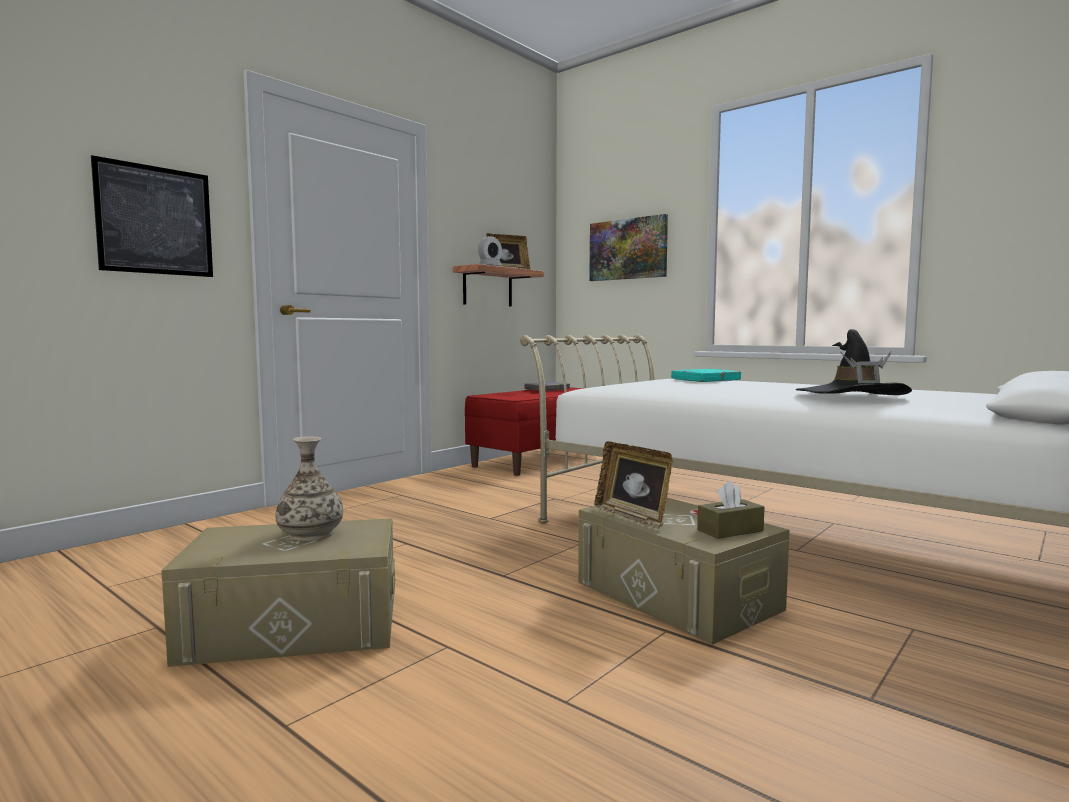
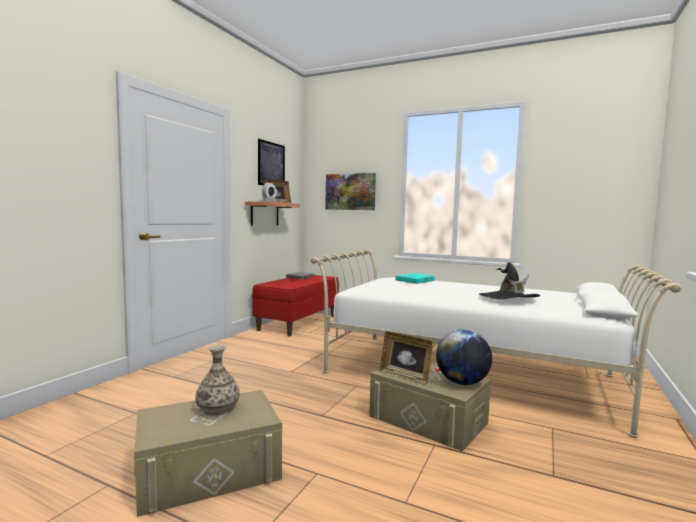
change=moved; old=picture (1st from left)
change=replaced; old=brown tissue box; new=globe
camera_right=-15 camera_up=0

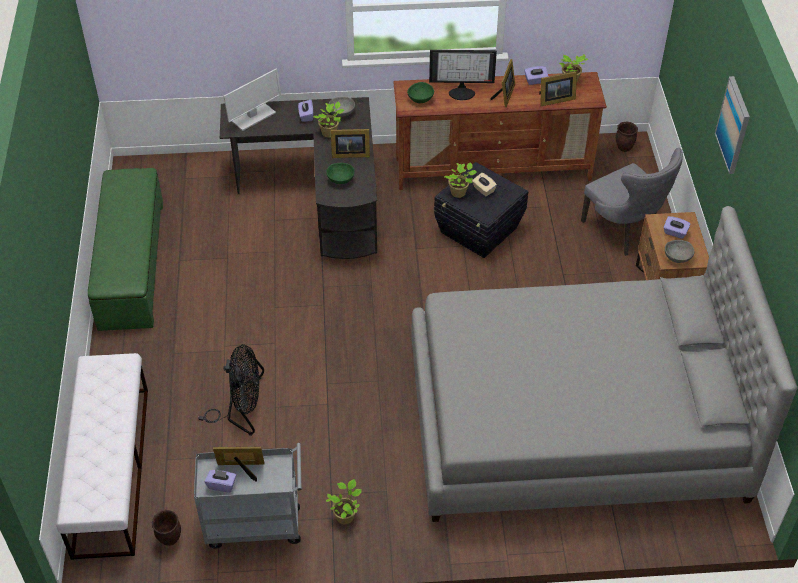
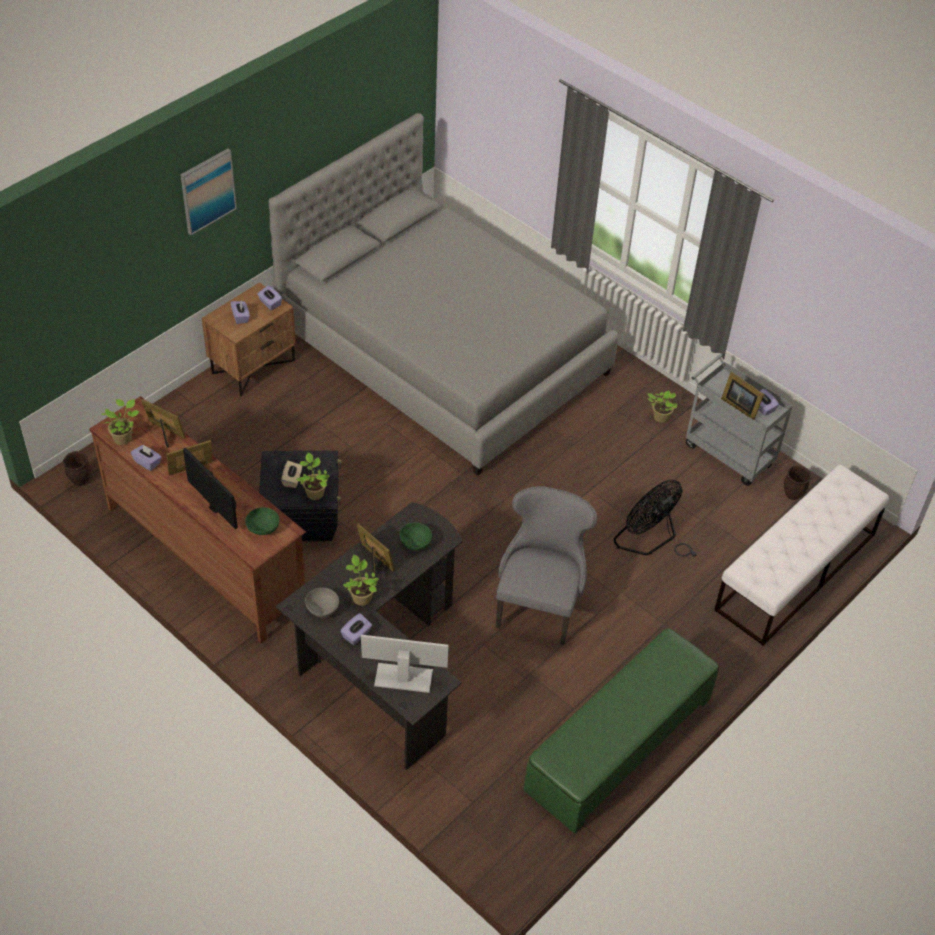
change=moved; old=grey chair
change=replaced; old=grey bowl (2nd from left); new=purple tissue box (3rd from left)
camera_right=-135 camera_up=0

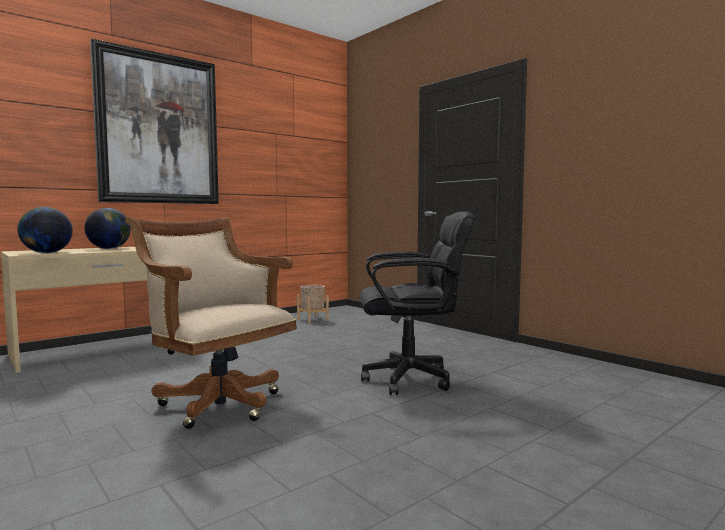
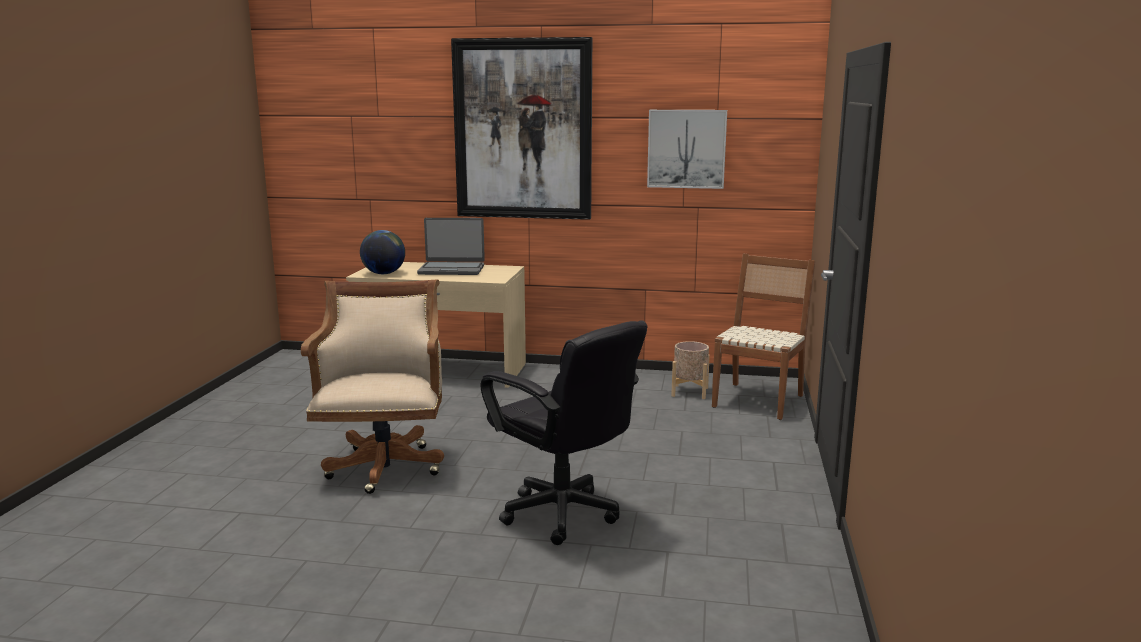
change=replaced; old=globe (2nd from left); new=laptop
change=added; new=picture (2nd from left)
change=added; new=chair
camera_right=50 camera_up=10

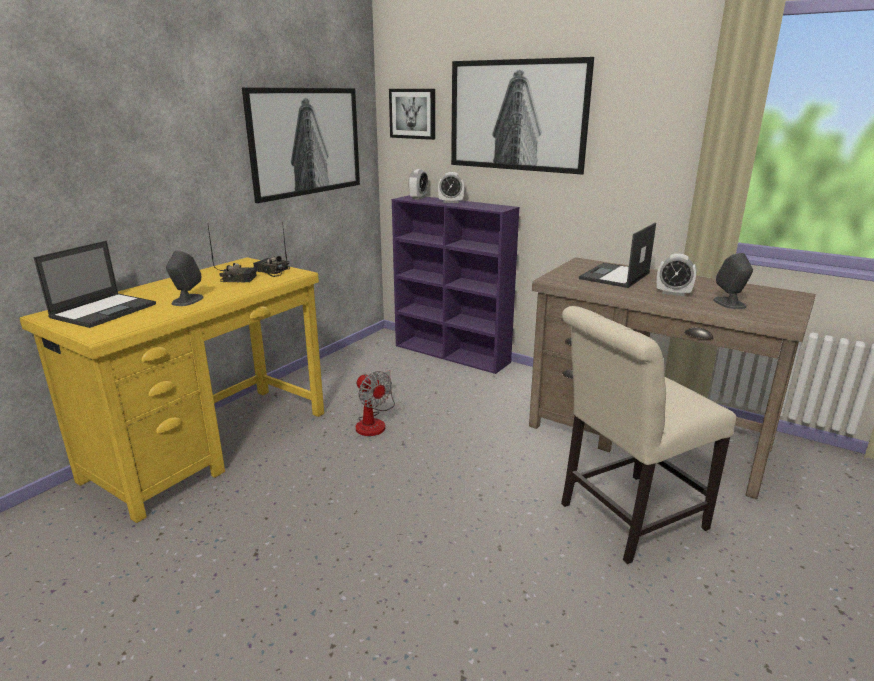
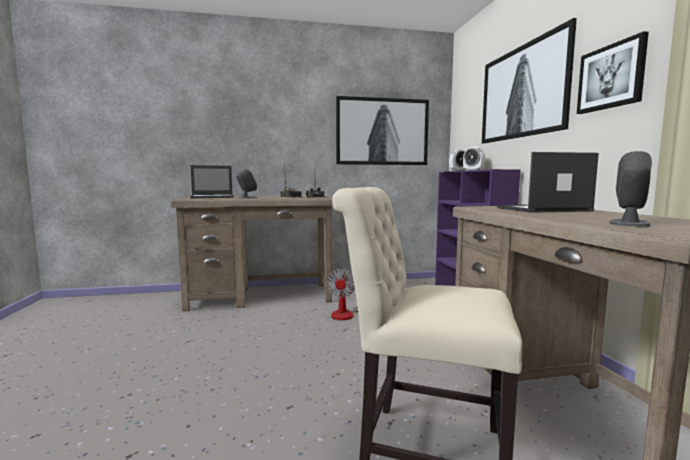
change=moved; old=picture (2nd from left in the first image); new=picture (3rd from left)
change=removed; old=alarm clock (3rd from left)
change=recoloured; old=yellow desk; new=brown desk (1st from left)
camera_right=45 camera_up=-15

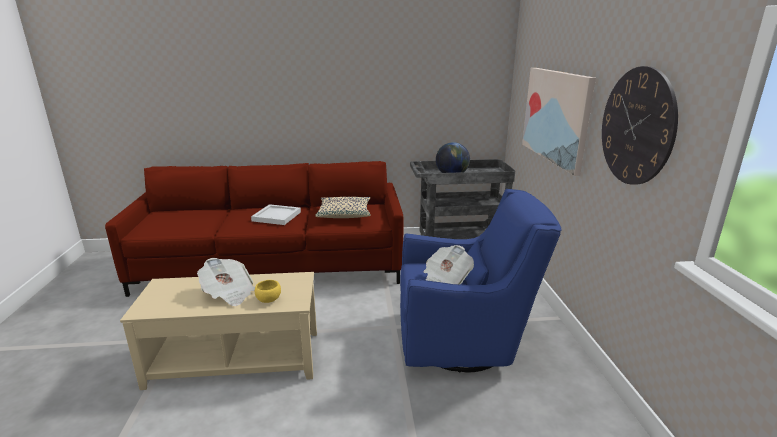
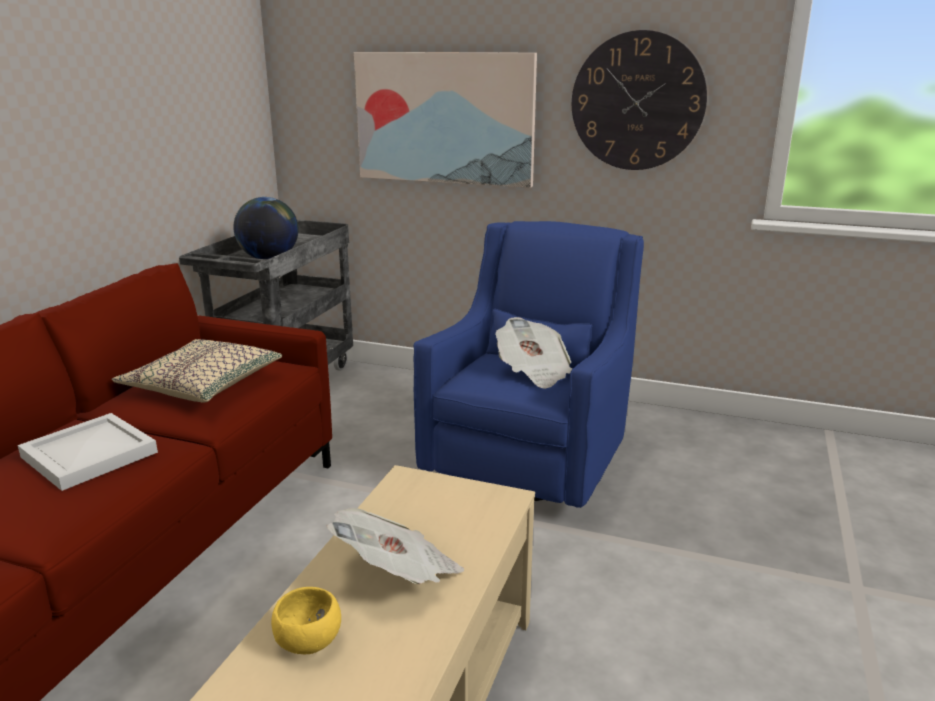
change=moved; old=yellow bowl
camera_right=-65 camera_up=0

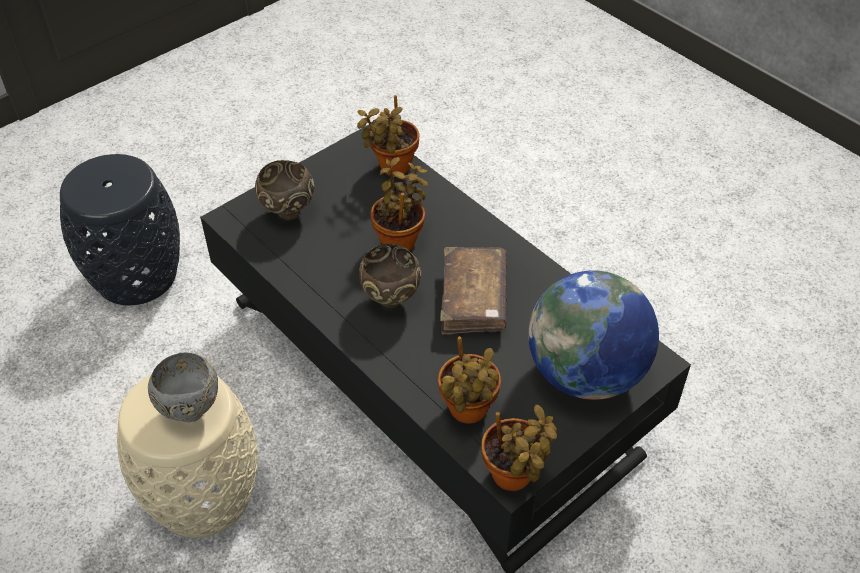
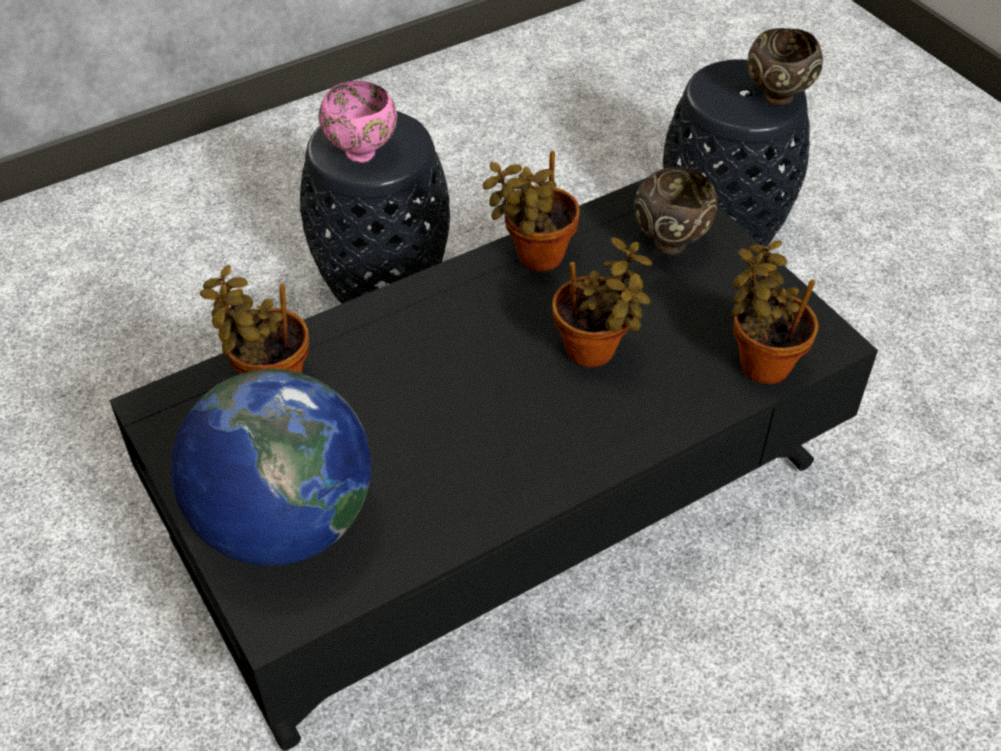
change=moved; old=brown bowl (2nd from left)
change=removed; old=brown book
change=recoloured; old=grey bowl; new=pink bowl
change=recoloured; old=beige stool; new=black stool (1st from left)
change=moved; old=potted plant (4th from left in the first image); new=potted plant (2nd from left)
camera_right=100 camera_up=0

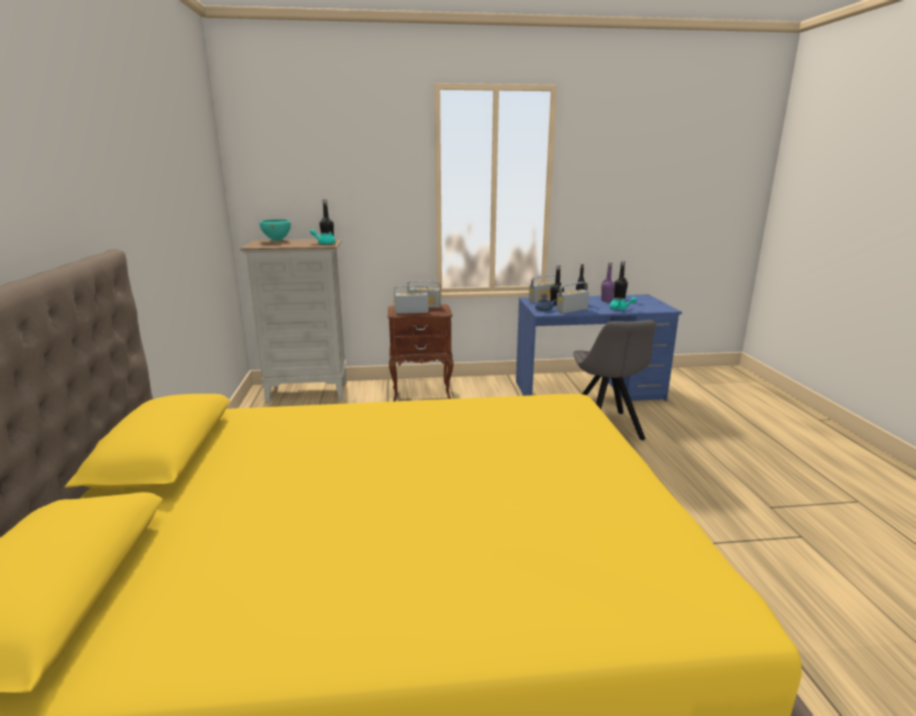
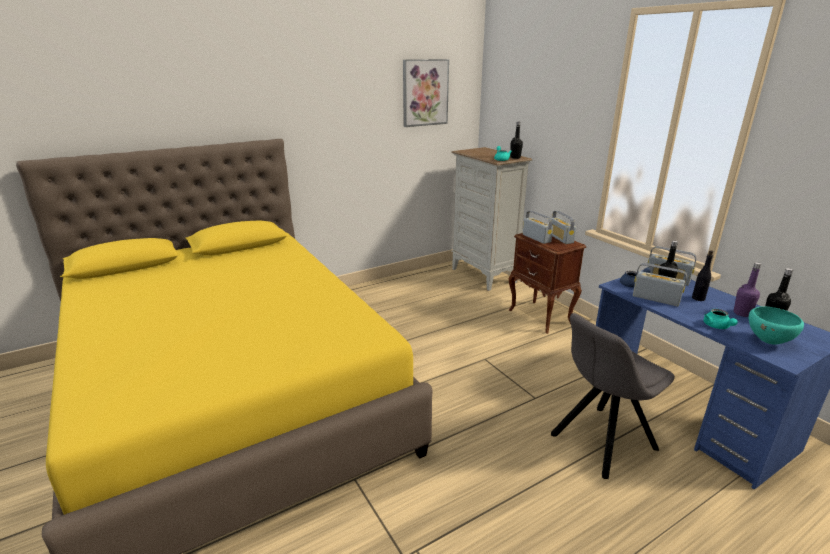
change=moved; old=turquoise bowl
change=added; new=picture
camera_right=65 camera_up=5

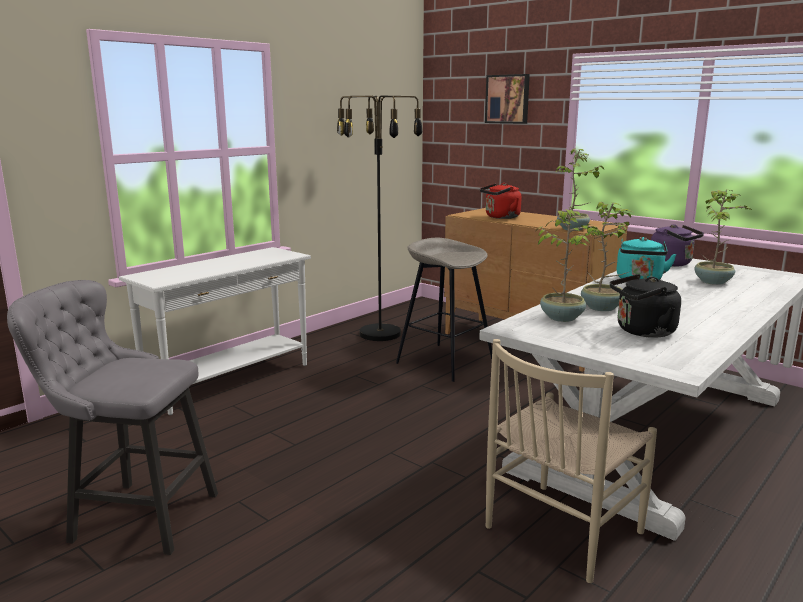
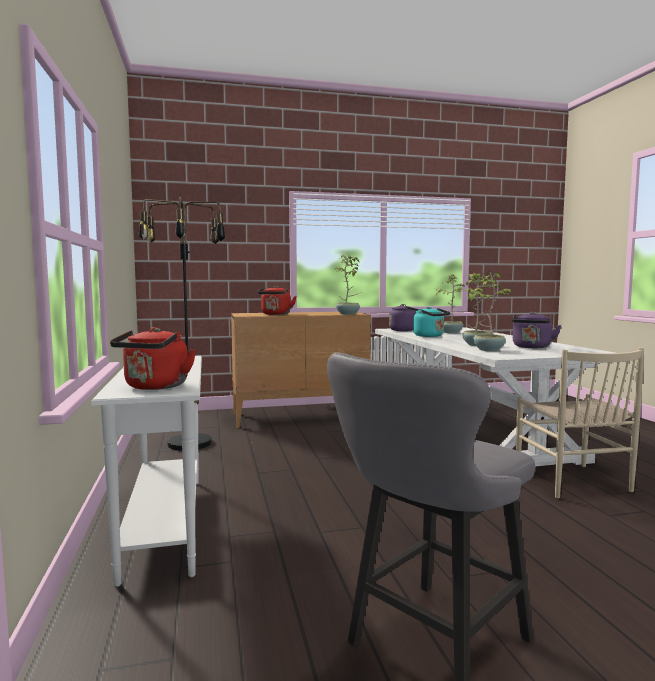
change=removed; old=picture
change=removed; old=grey stool (2nd from left)
change=recoloured; old=black kettle; new=purple kettle (2nd from left)
change=added; new=red kettle (1st from left)
camera_right=-55 camera_up=-10

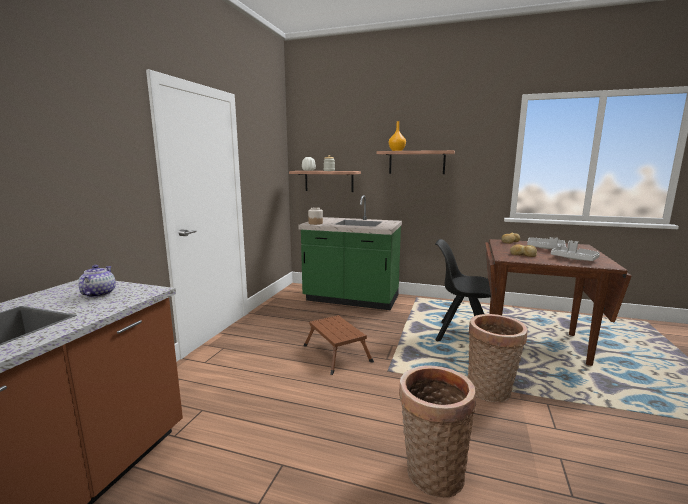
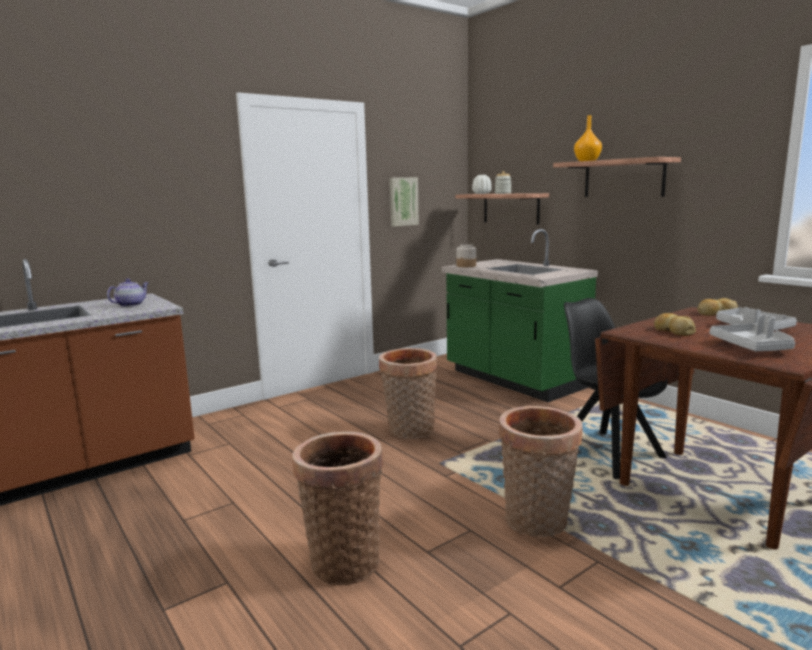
change=replaced; old=brown step ladder; new=basket (2nd from left)
change=added; new=picture
camera_right=35 camera_up=0

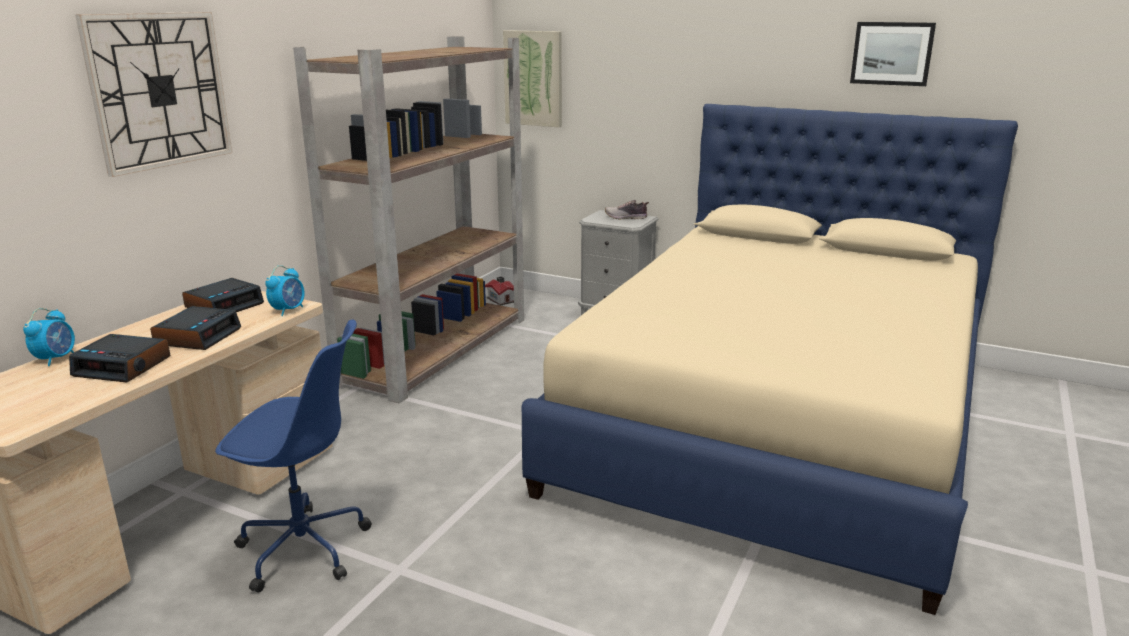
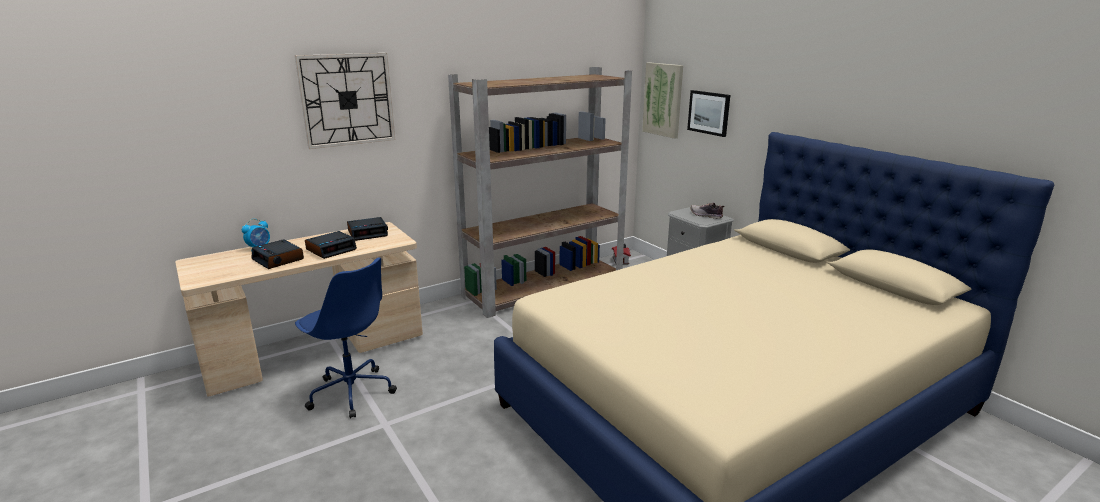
change=moved; old=picture (2nd from left)
change=removed; old=alarm clock (5th from left)
camera_right=30 camera_up=0

